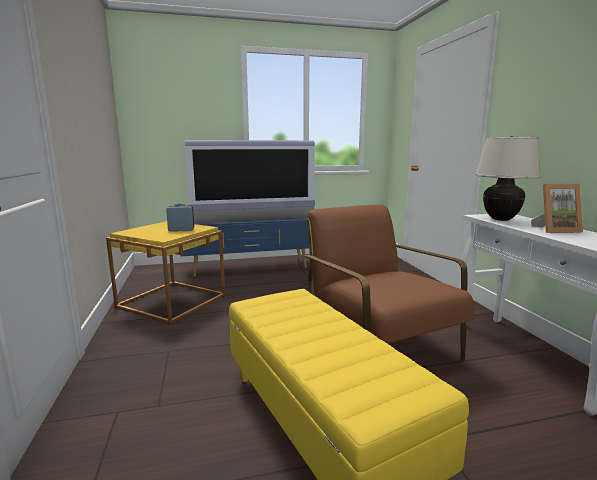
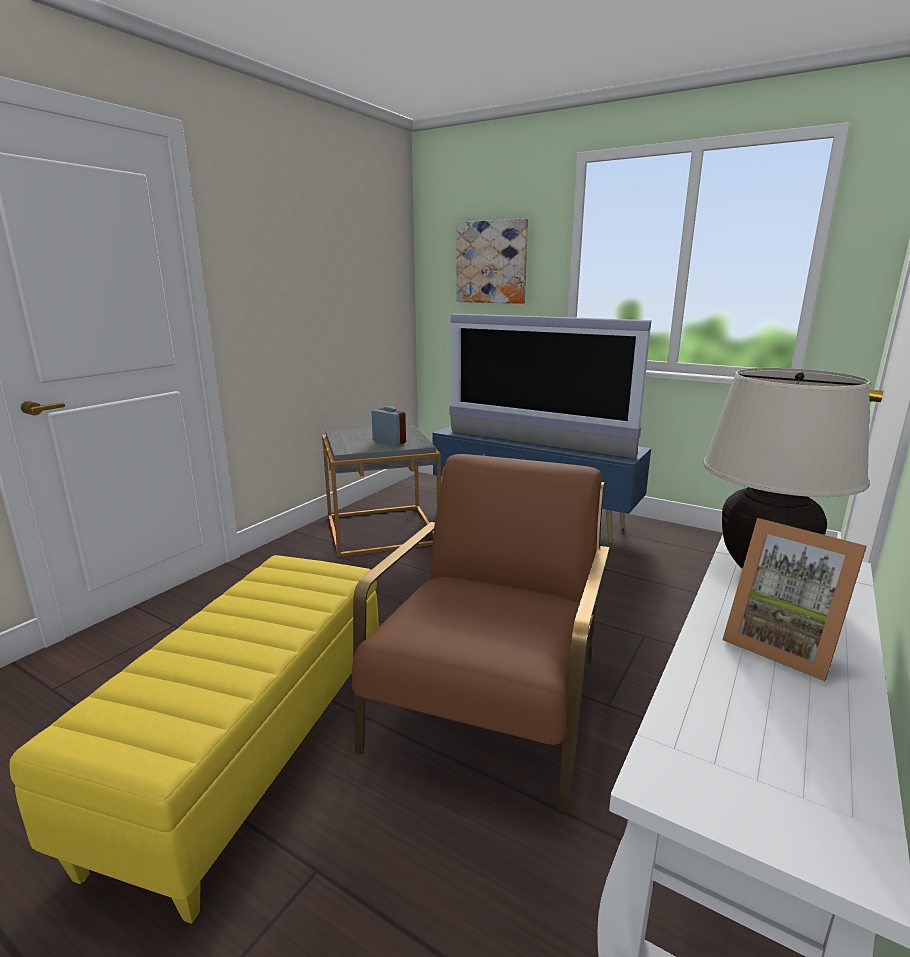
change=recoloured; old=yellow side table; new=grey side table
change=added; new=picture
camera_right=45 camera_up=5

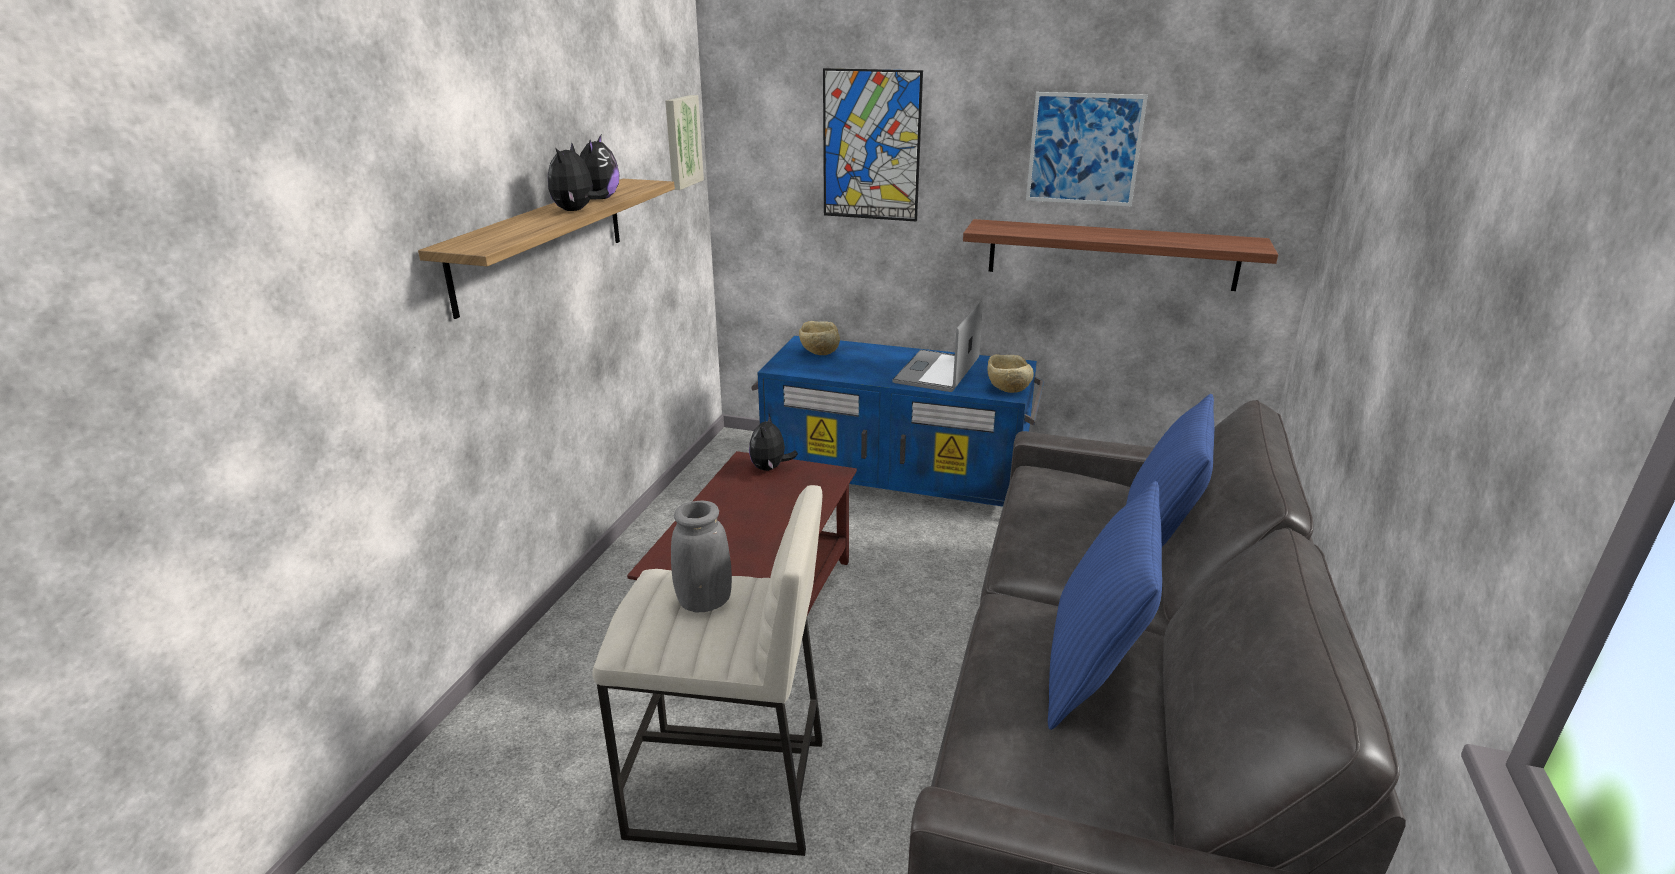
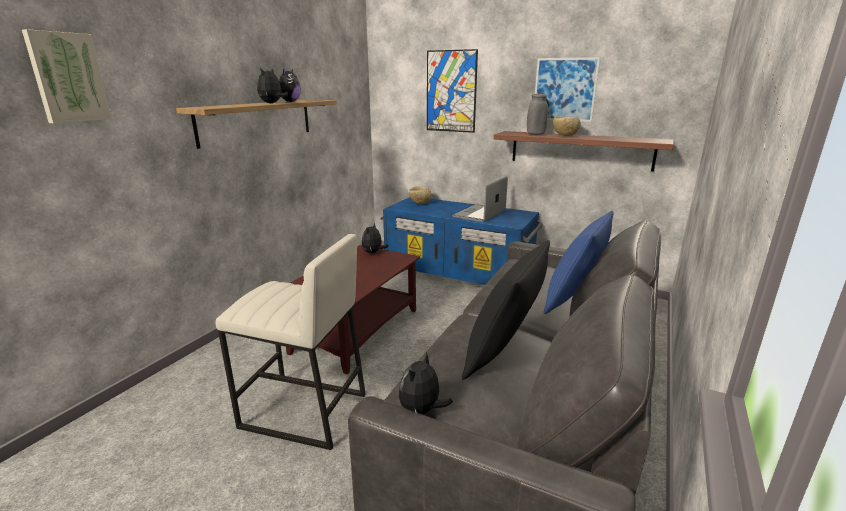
change=moved; old=picture (1st from left)
change=moved; old=beige bowl (2nd from left)
change=recoloured; old=blue pillow (1st from left); new=black pillow
change=moved; old=grey vase
change=added; new=plush toy (4th from left)
camera_right=10 camera_up=-5

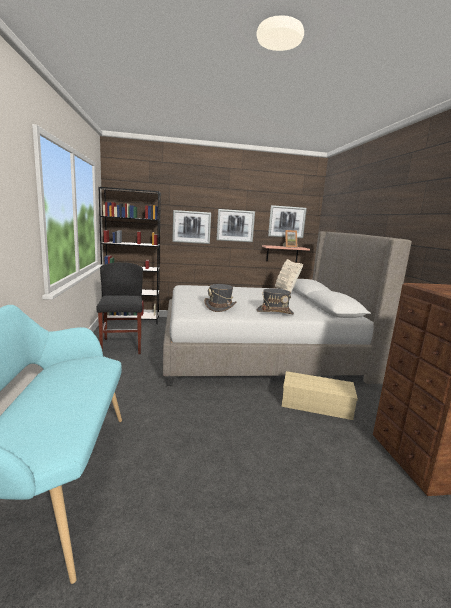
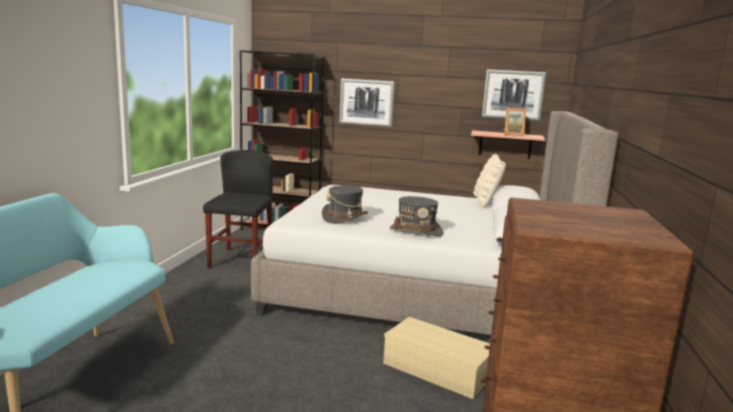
change=removed; old=picture (2nd from left)
camera_right=20 camera_up=0

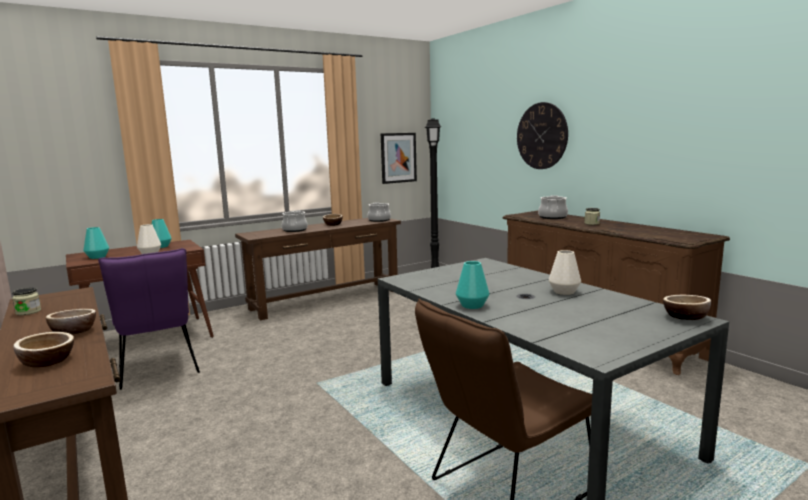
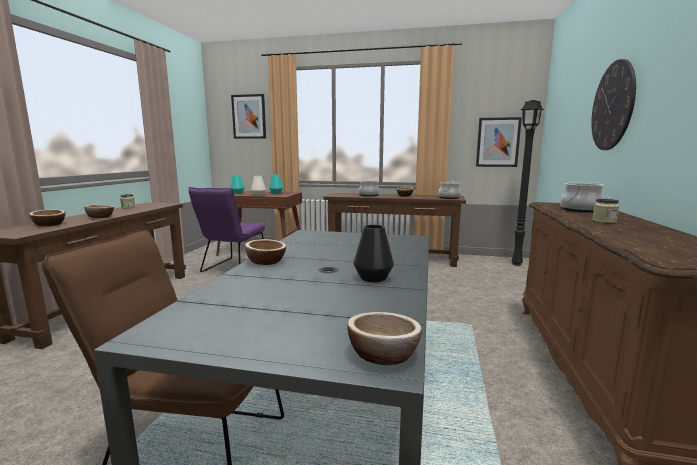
change=recoloured; old=white vase (2nd from left); new=black vase
change=replaced; old=turquoise vase (3rd from left); new=bowl (3rd from left)
change=added; new=picture (1st from left)
camera_right=45 camera_up=0

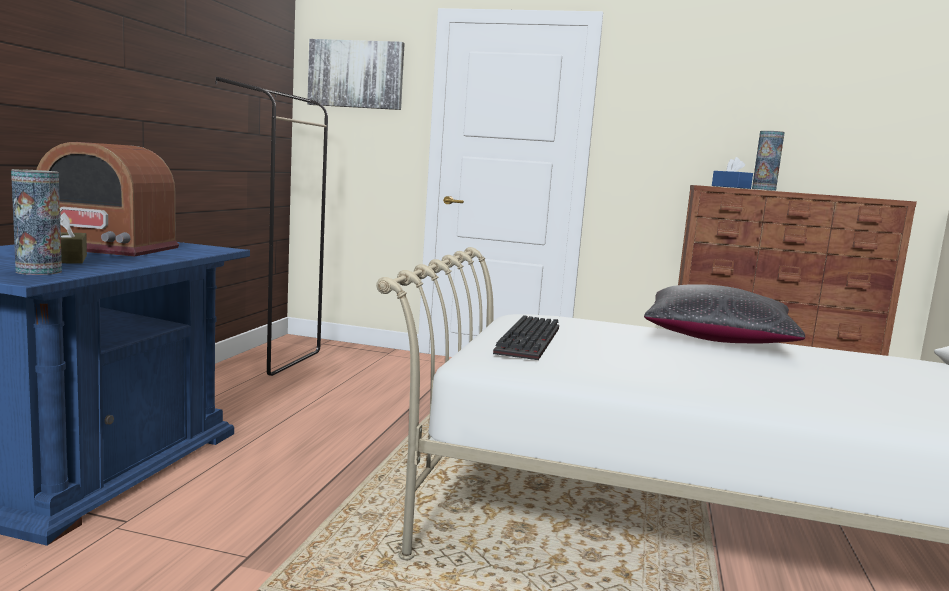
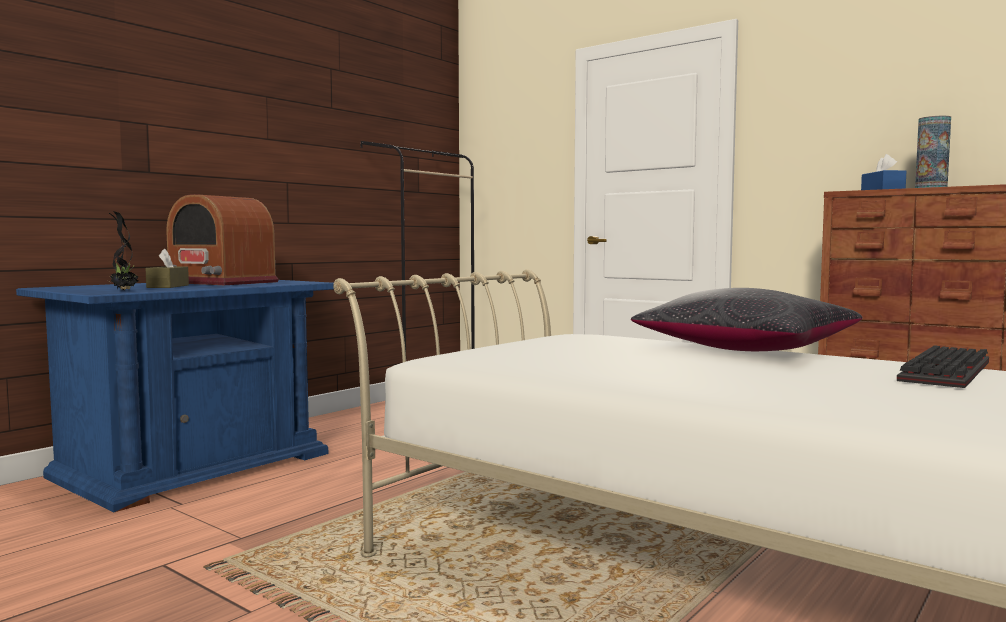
change=removed; old=picture
change=replaced; old=vase (1st from left); new=potted plant
change=moved; old=keyboard
camera_right=25 camera_up=-5

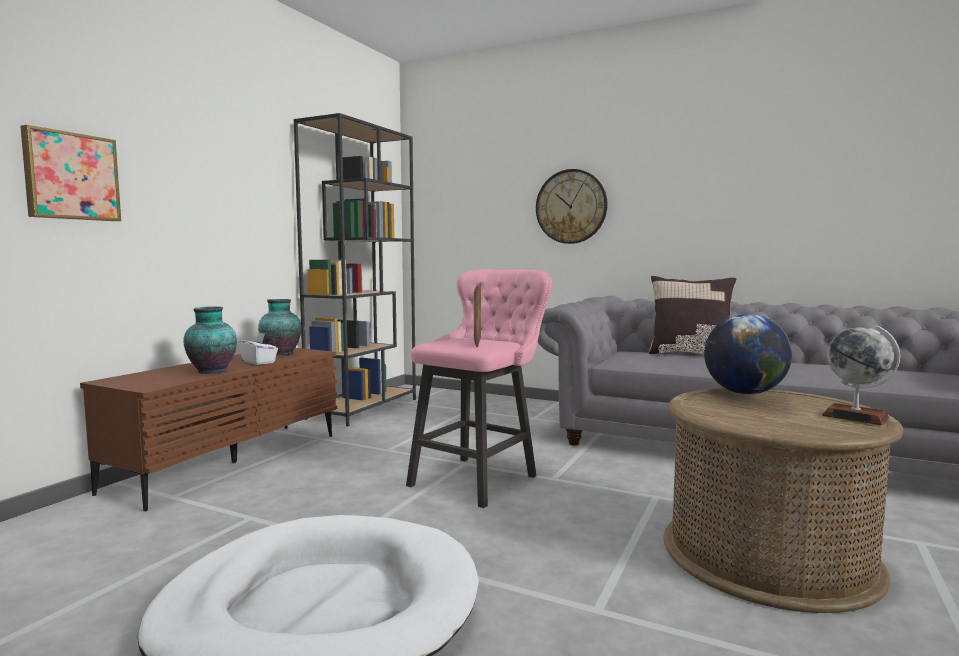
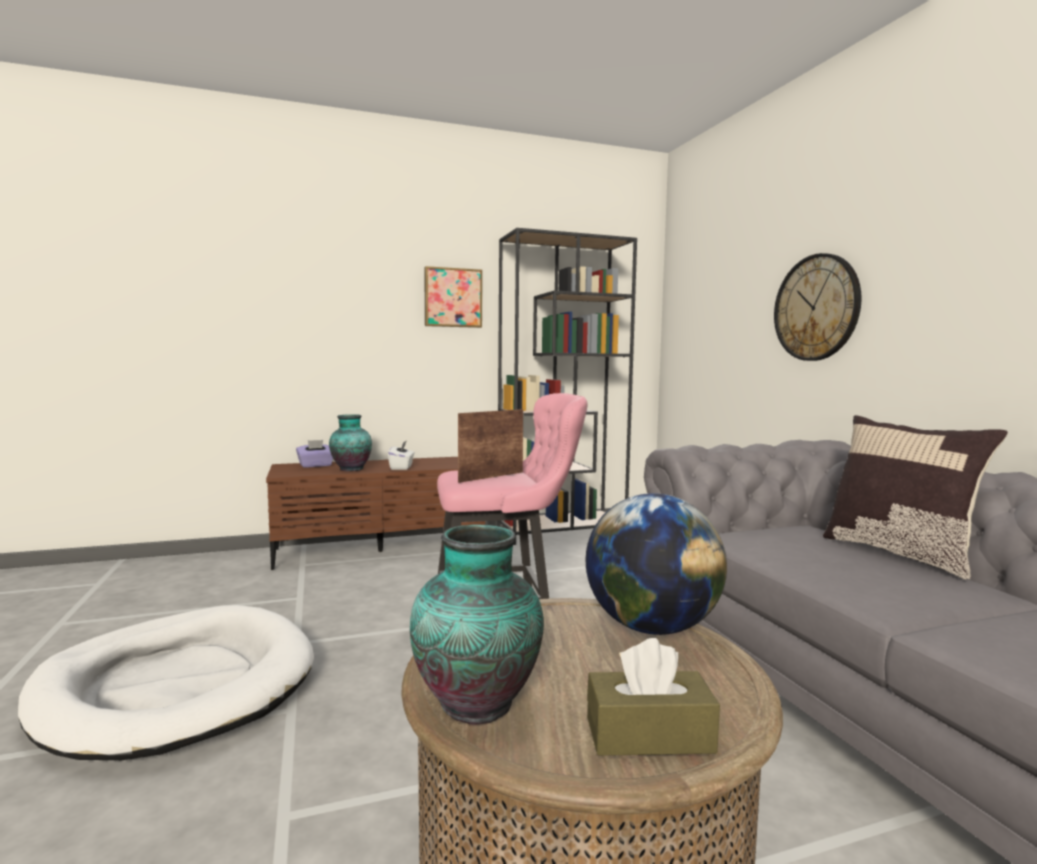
change=moved; old=picture
change=moved; old=vase (2nd from left)
change=replaced; old=globe (2nd from left); new=brown tissue box
change=added; new=purple tissue box
camera_right=45 camera_up=0

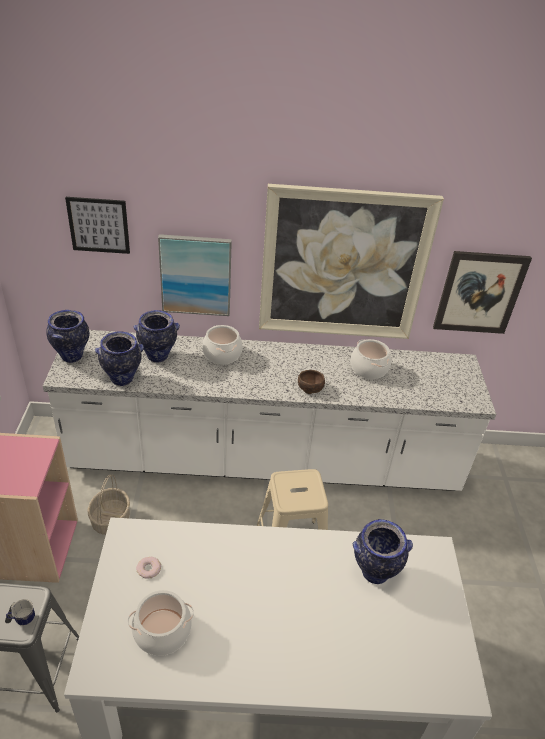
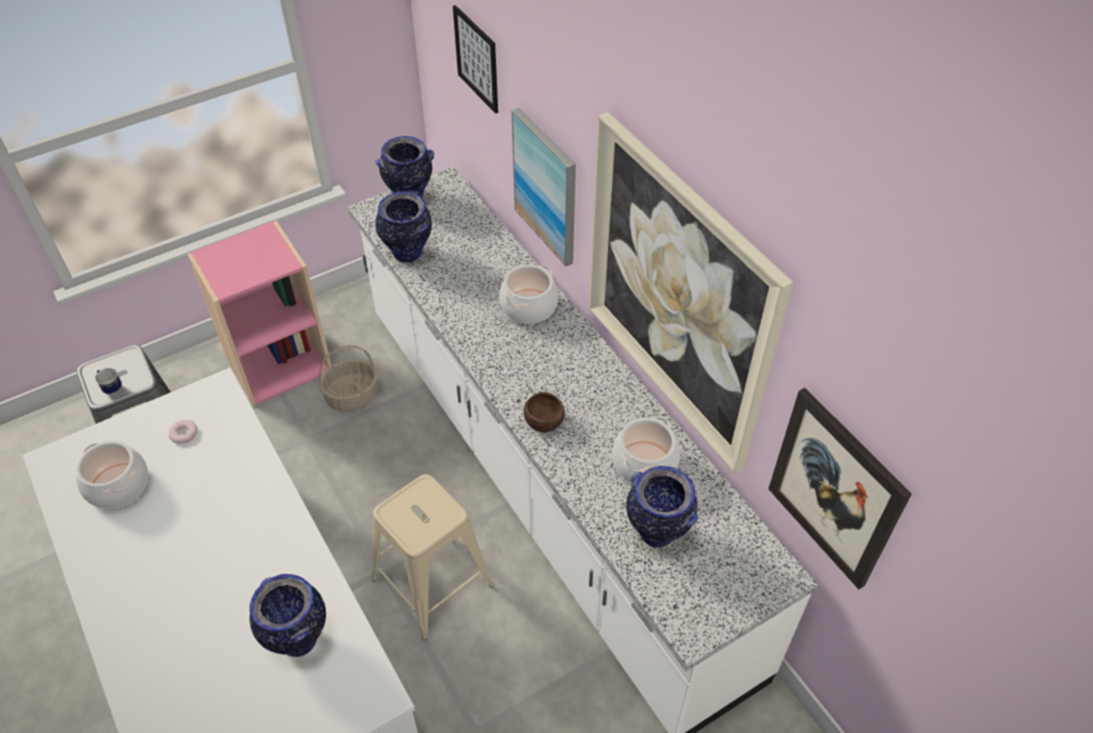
change=moved; old=vase (3rd from left in the first image); new=vase (4th from left)
camera_right=60 camera_up=10

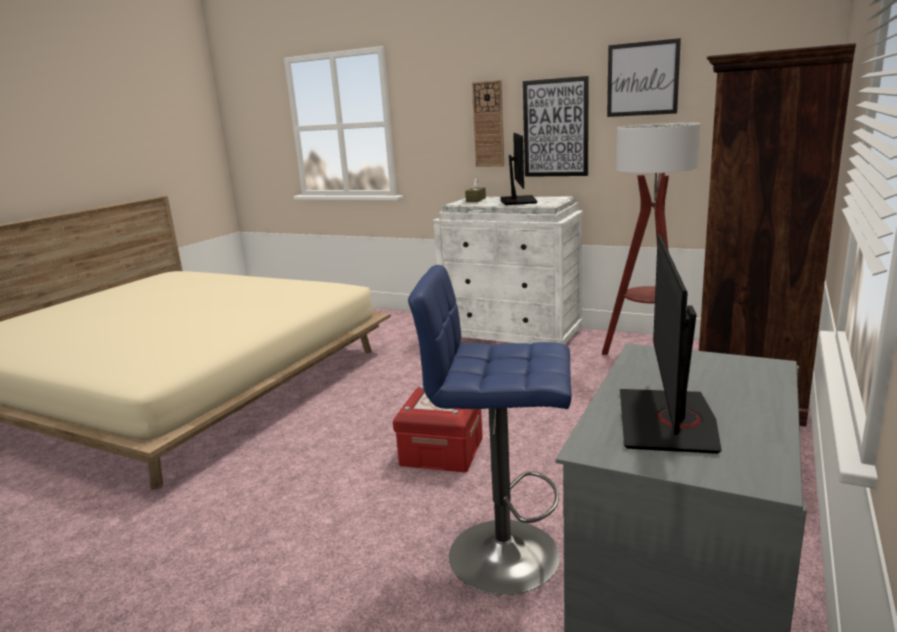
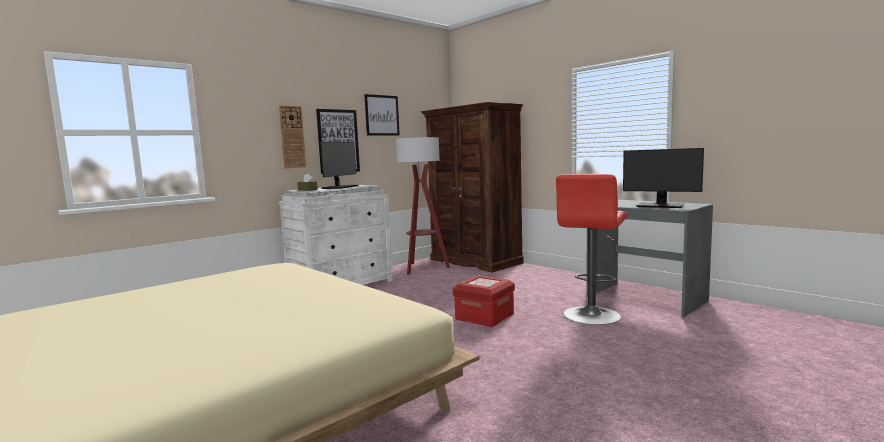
change=turned; old=monitor (1st from left); degrees=90
change=recoloured; old=blue stool; new=red stool
camera_right=-70 camera_up=-10

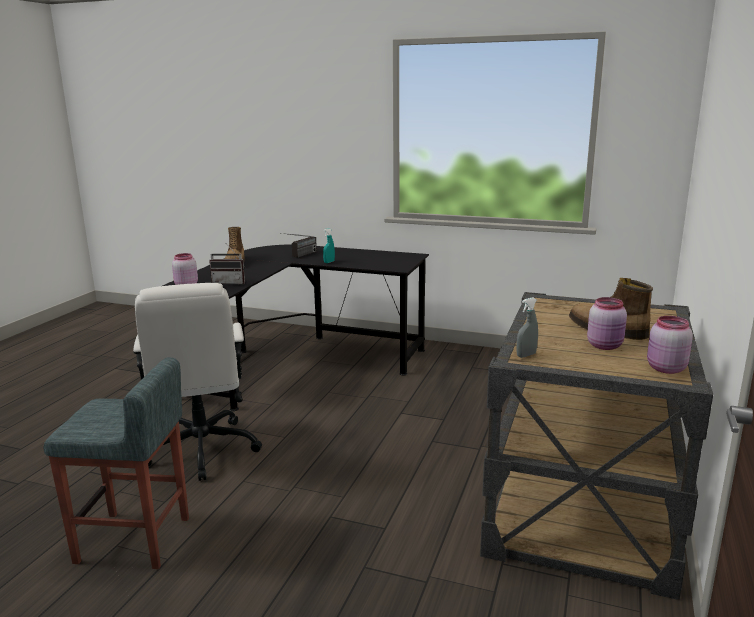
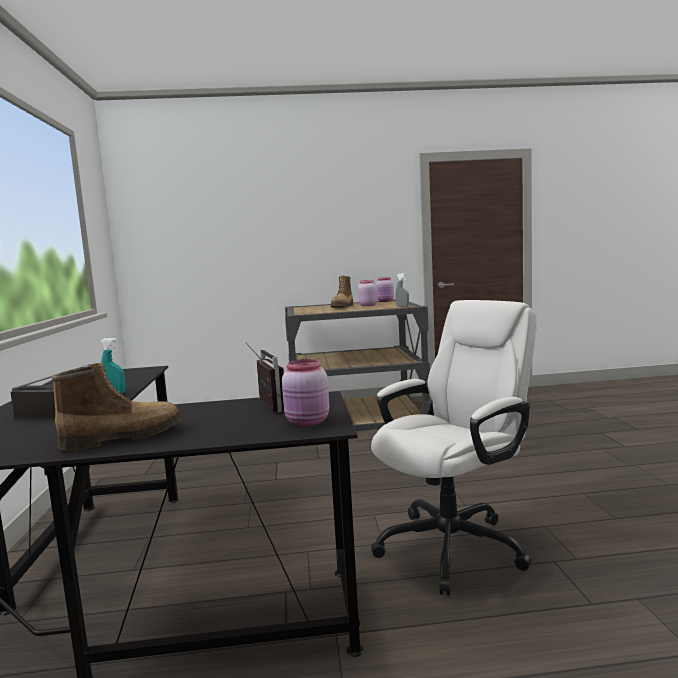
change=removed; old=grey stool
camera_right=-115 camera_up=-10

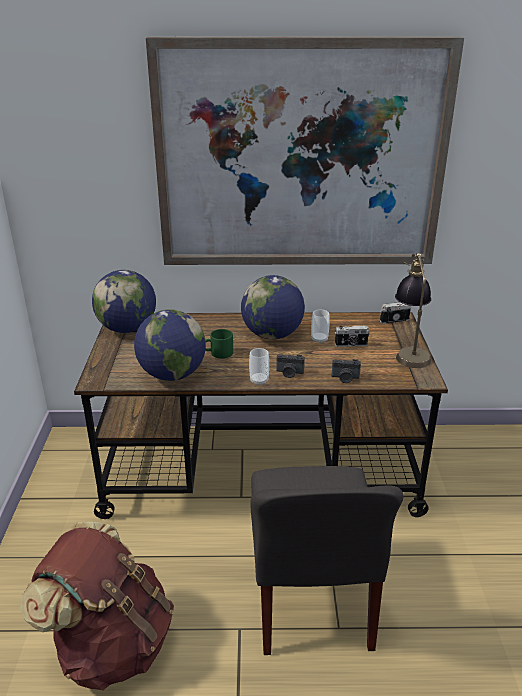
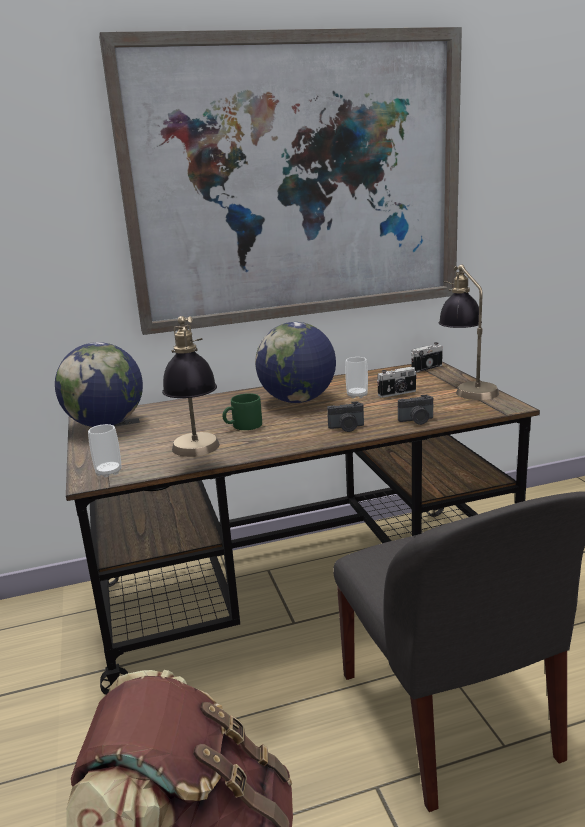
change=replaced; old=globe (2nd from left); new=table lamp (1st from left)
change=moved; old=cup (1st from left)
camera_right=-15 camera_up=-10

